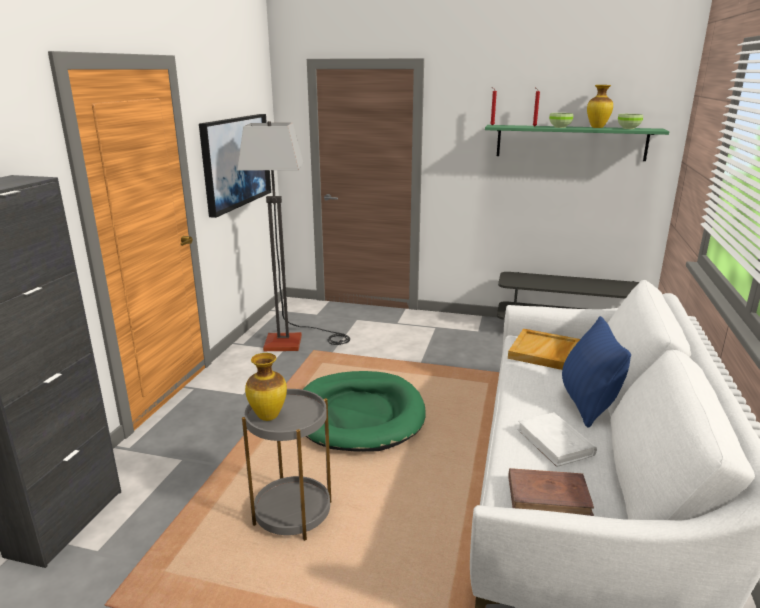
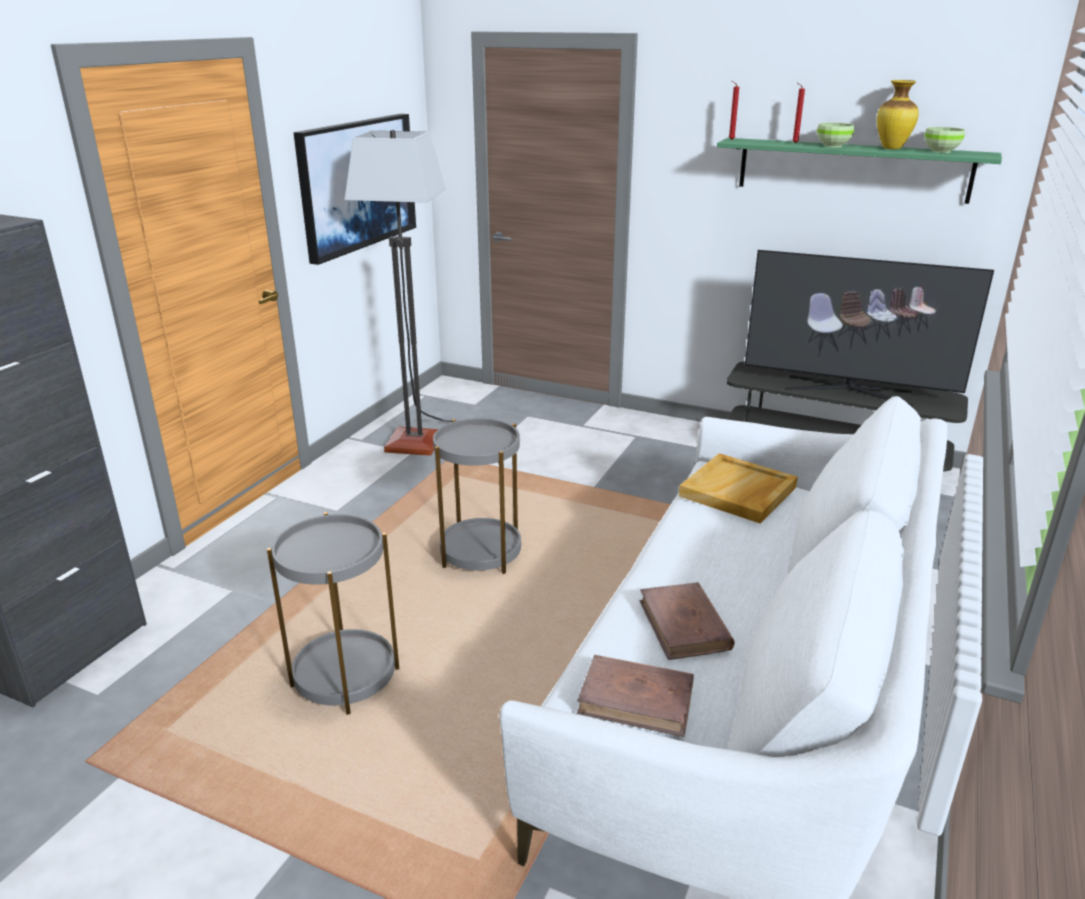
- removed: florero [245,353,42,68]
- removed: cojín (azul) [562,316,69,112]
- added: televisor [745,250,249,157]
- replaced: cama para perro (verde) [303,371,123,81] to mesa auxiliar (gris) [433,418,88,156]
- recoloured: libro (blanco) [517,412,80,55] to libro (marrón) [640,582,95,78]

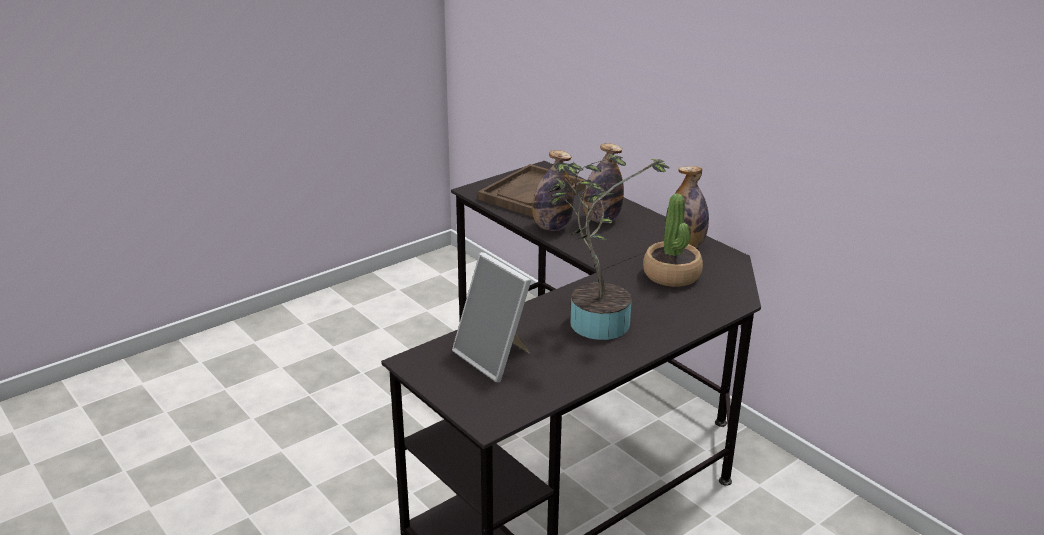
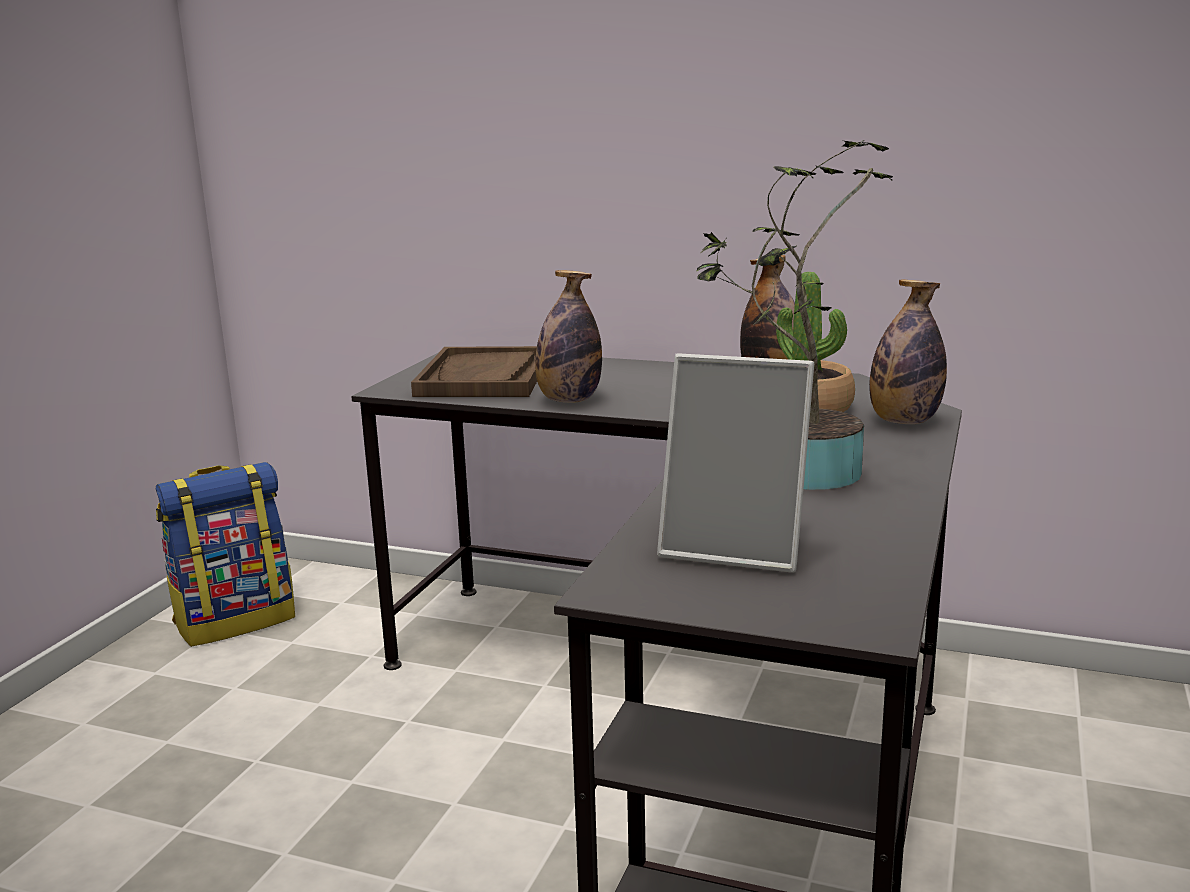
- added: mochila [156,462,139,185]
- moved: botella [583,143,41,80] to [869,279,78,145]

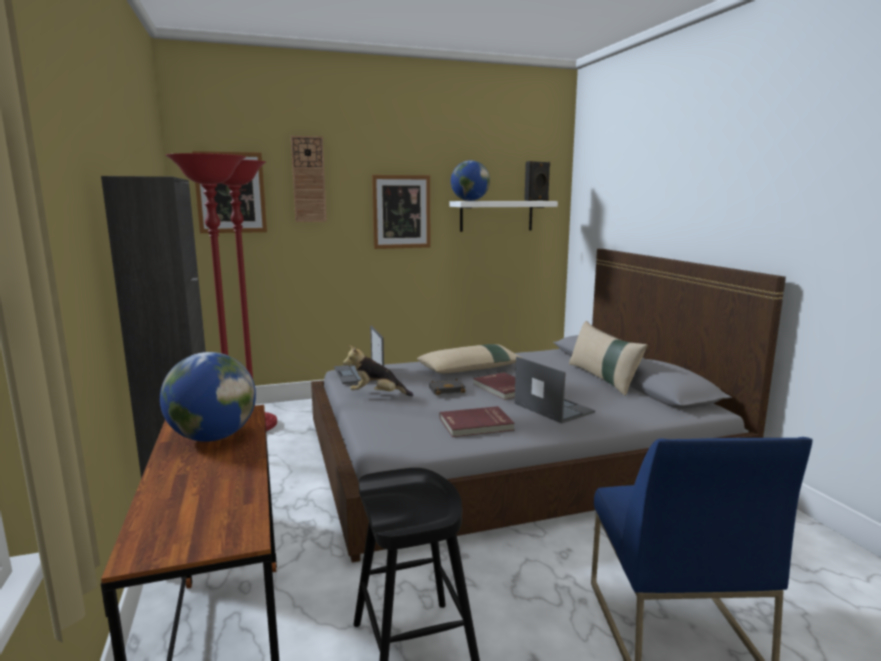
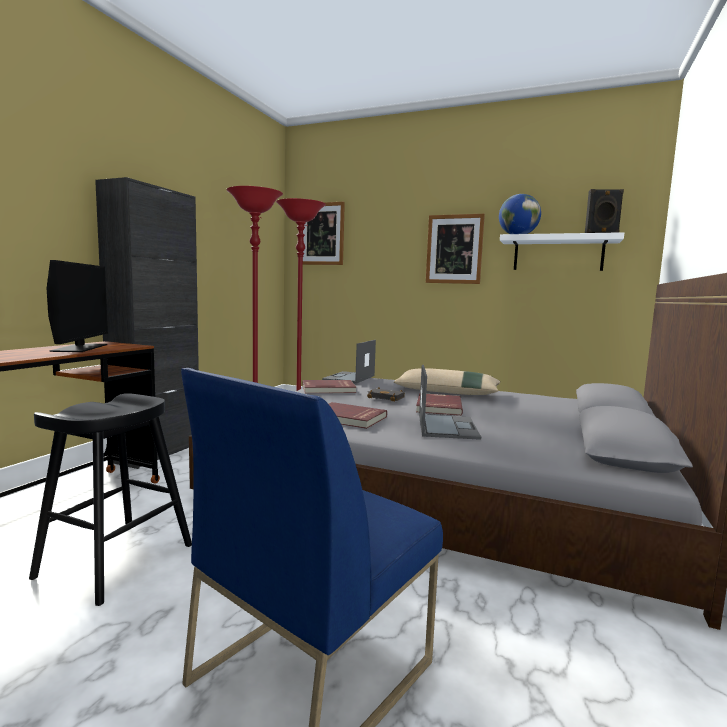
- removed: reloj de pared [291,136,36,86]
- removed: cojín (beis) [569,321,78,75]
- replaced: globo terráqueo [160,352,96,90] to monitor [47,260,61,92]
- replaced: peluche [343,345,70,51] to libro (rojo) [303,380,53,13]

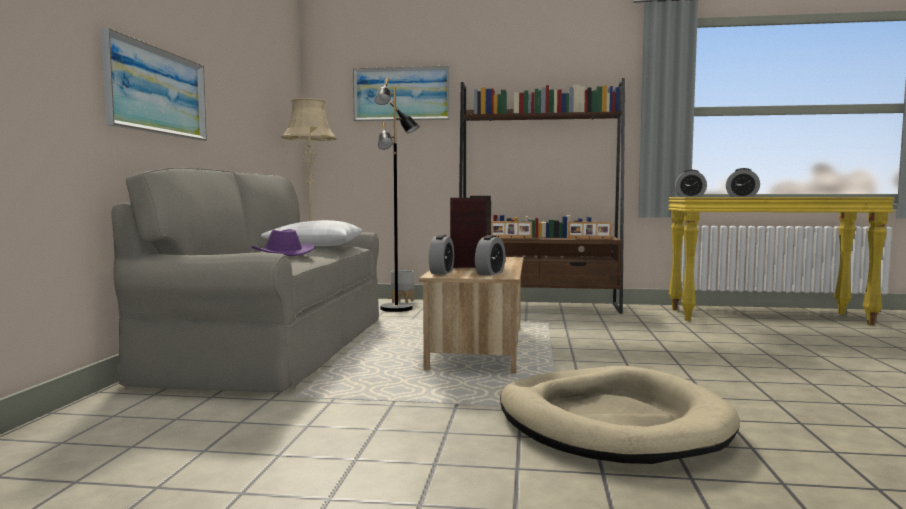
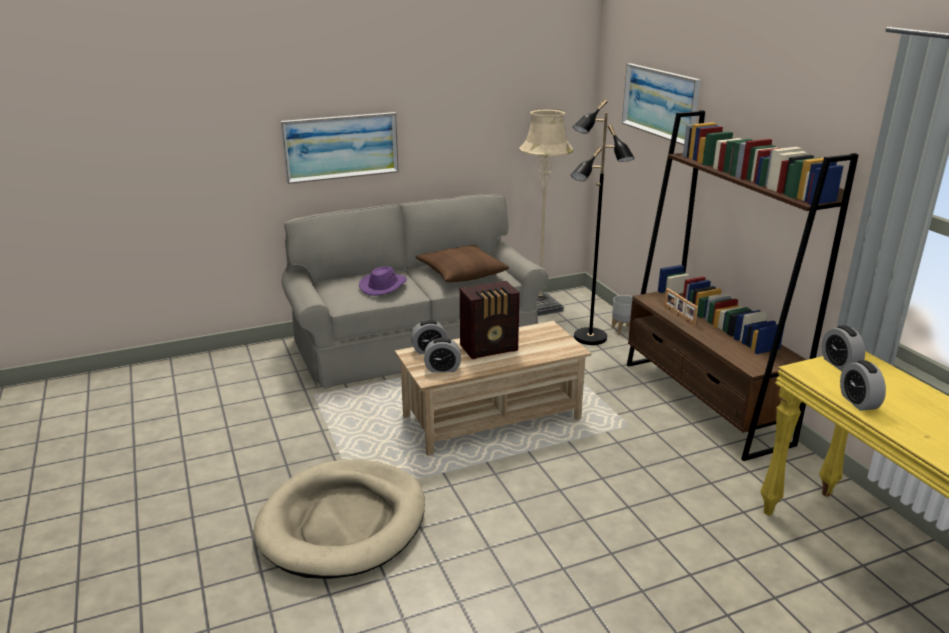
- removed: portarretratos [568,222,44,17]
- recoloured: cojín (blanco) [261,220,101,26] to cojín (marrón) [416,245,93,37]

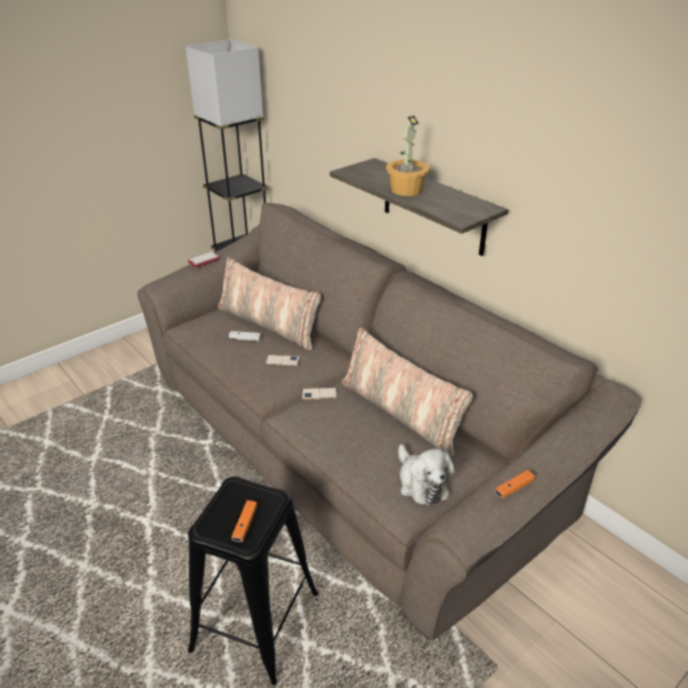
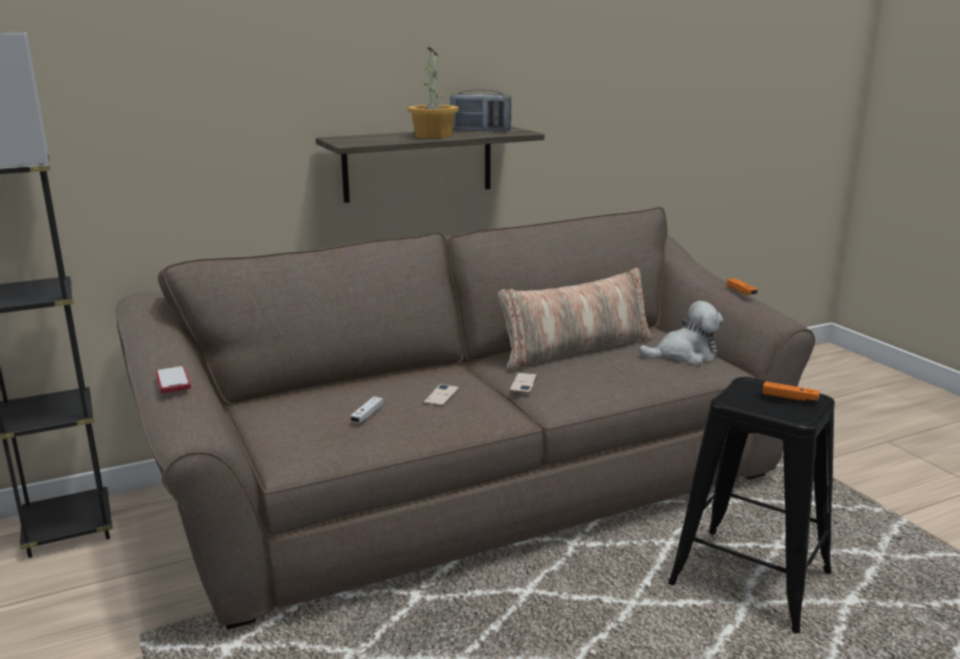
- removed: cojín [218,257,103,93]
- added: radio [450,89,61,43]

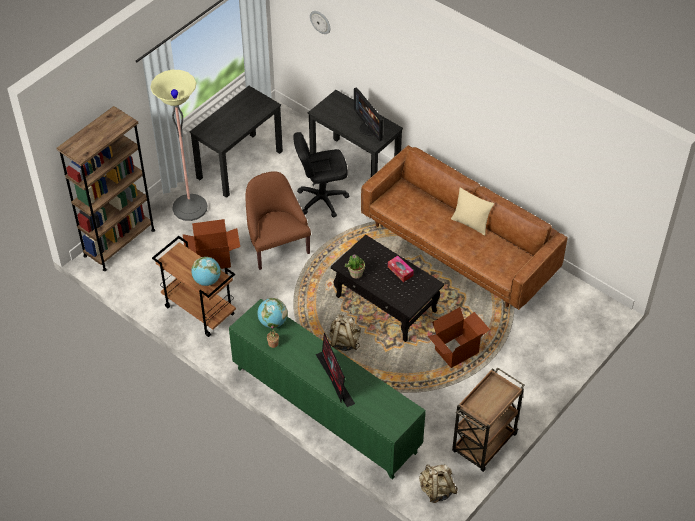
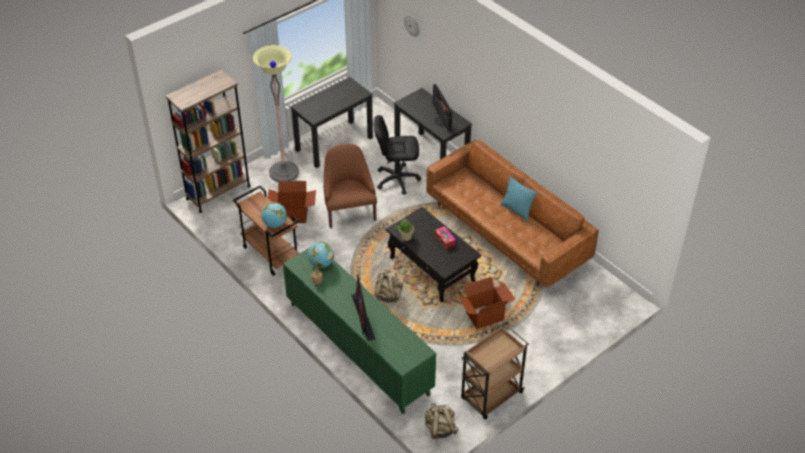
- recoloured: cojín (beis) [451,188,43,47] to cojín (turquesa) [500,176,37,45]

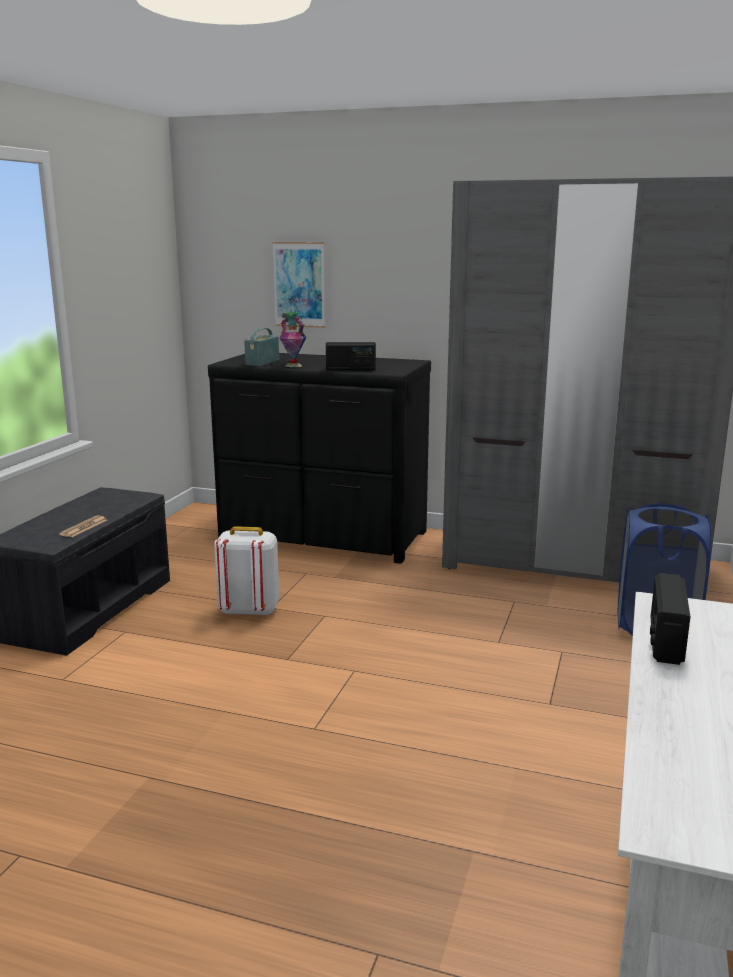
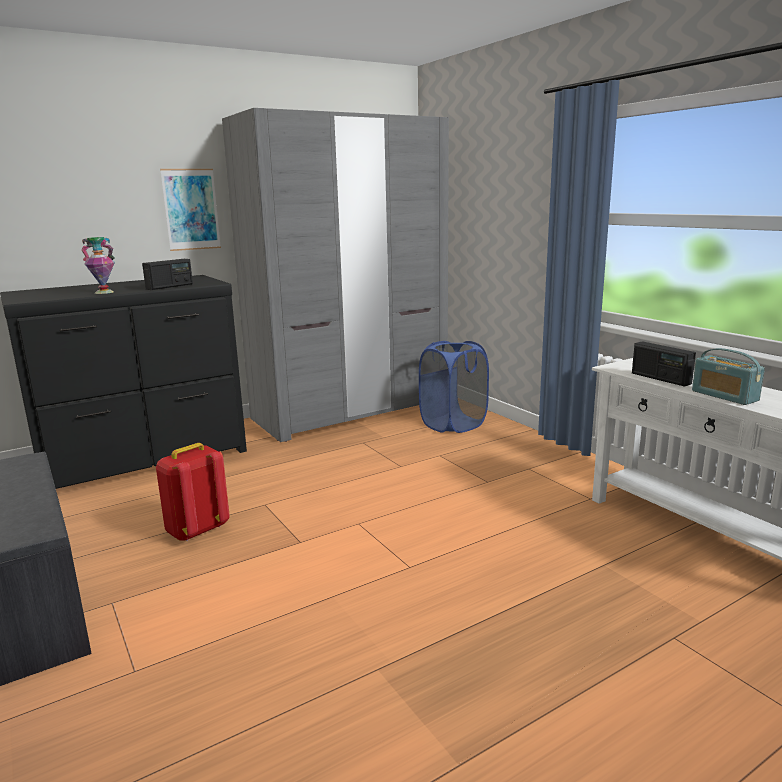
- removed: periódico [59,516,48,21]
- moved: radio [244,328,35,38] to [692,348,73,57]
- moved: cuadro [272,242,53,86] to [160,169,61,82]
- recoloured: mochila (blanco) [214,526,65,90] to mochila (rojo) [156,443,74,98]

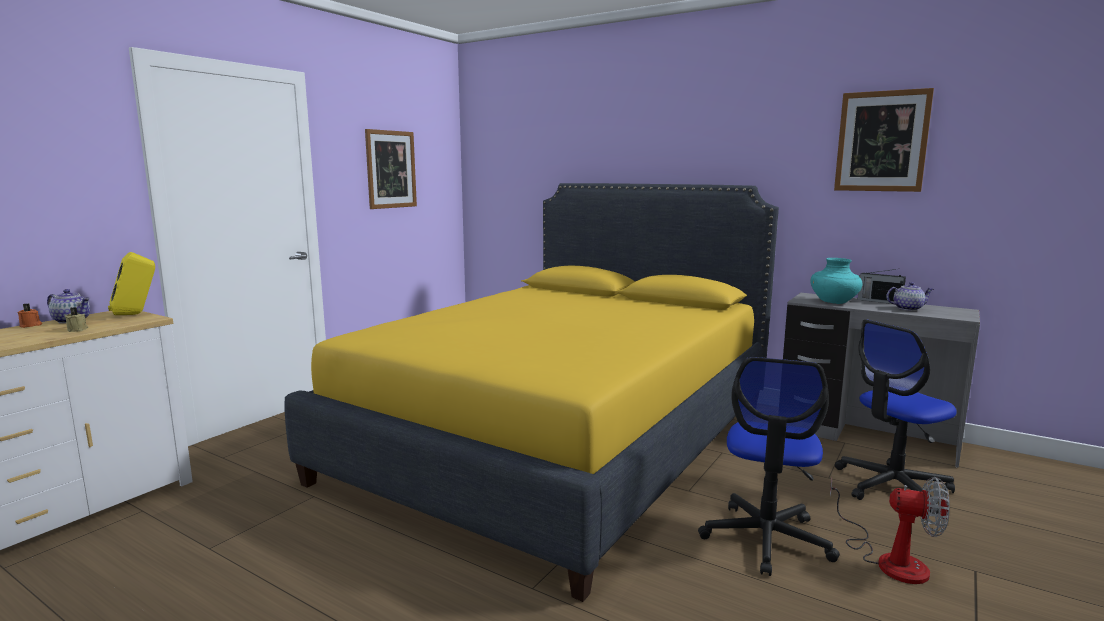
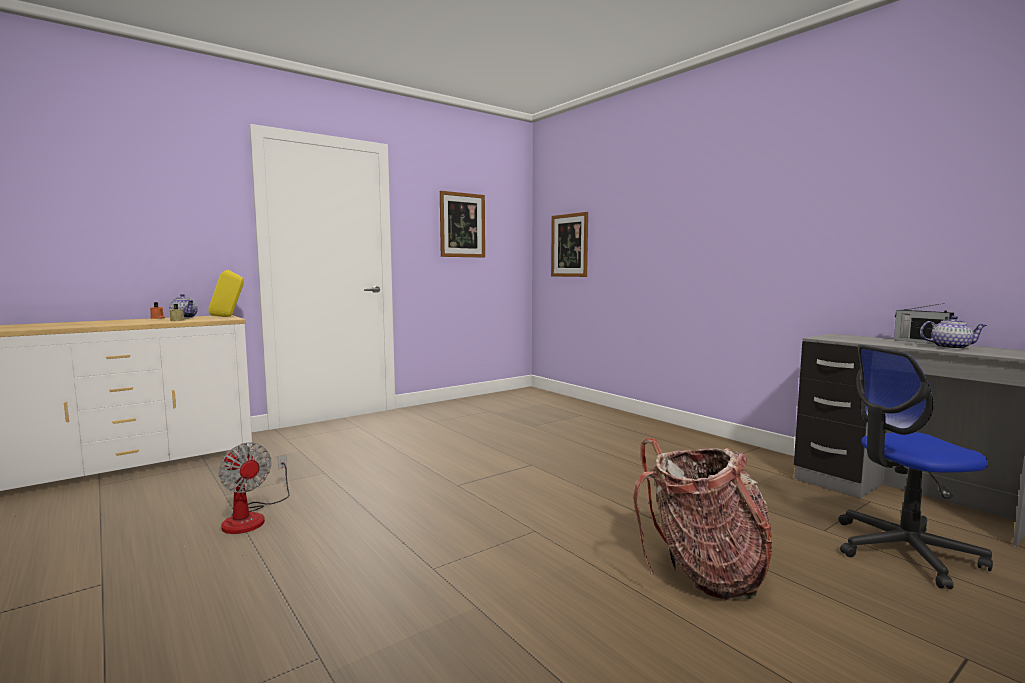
- removed: cama (amarillo) [284,183,495,419]
- removed: florero (turquesa) [810,258,52,46]
- moved: ventilador [830,477,120,107] to [219,443,71,91]
- moved: cuadro [834,88,100,104] to [551,212,37,65]
- replaced: silla de oficina [698,357,142,219] to mochila [633,438,139,163]

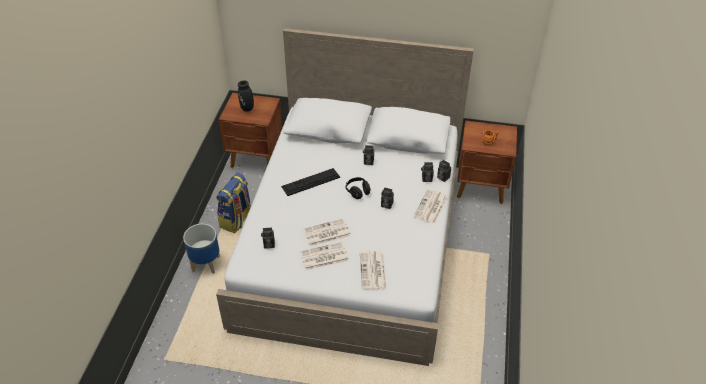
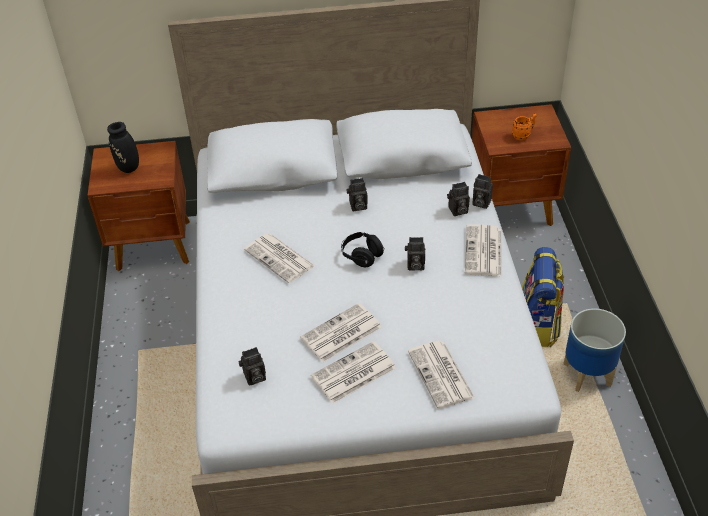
- moved: maceta [183,224,37,50] to [564,308,62,84]
- moved: mochila [216,173,35,60] to [522,247,42,100]
- replaced: teclado [281,168,59,28] to periódico [244,233,71,50]

